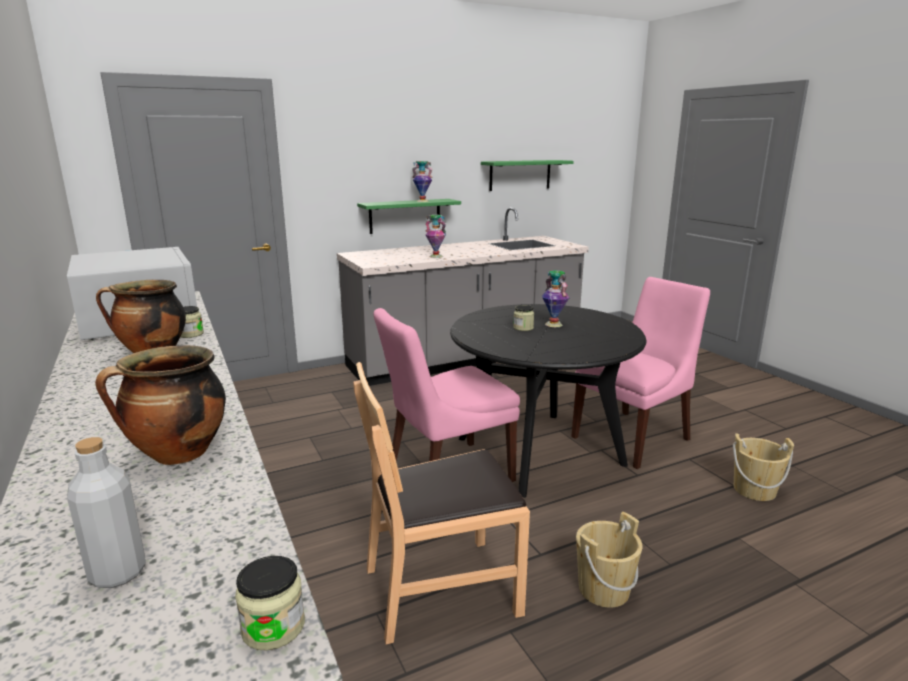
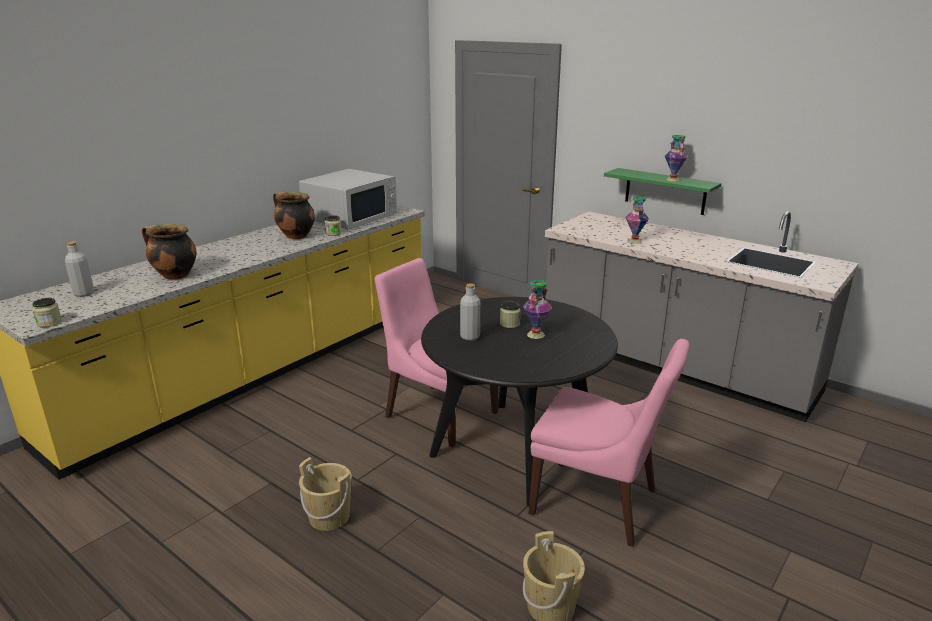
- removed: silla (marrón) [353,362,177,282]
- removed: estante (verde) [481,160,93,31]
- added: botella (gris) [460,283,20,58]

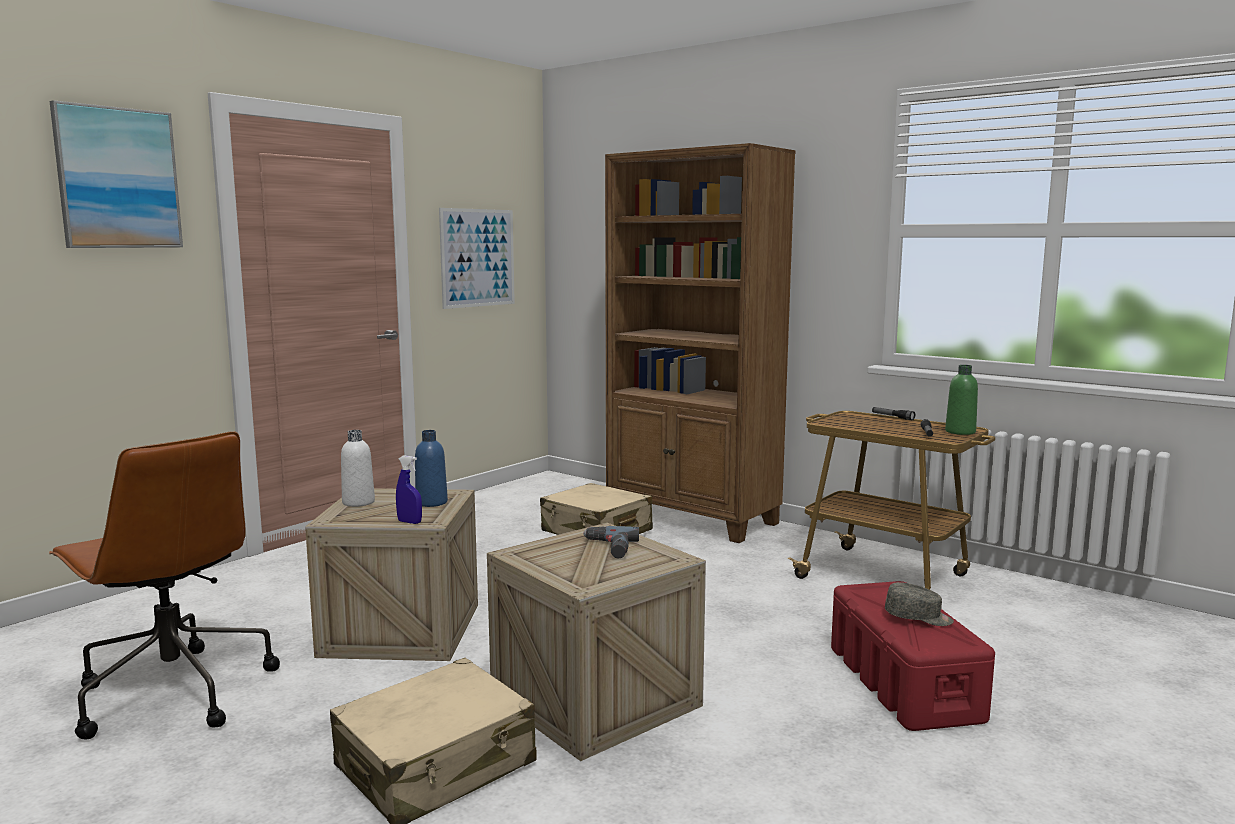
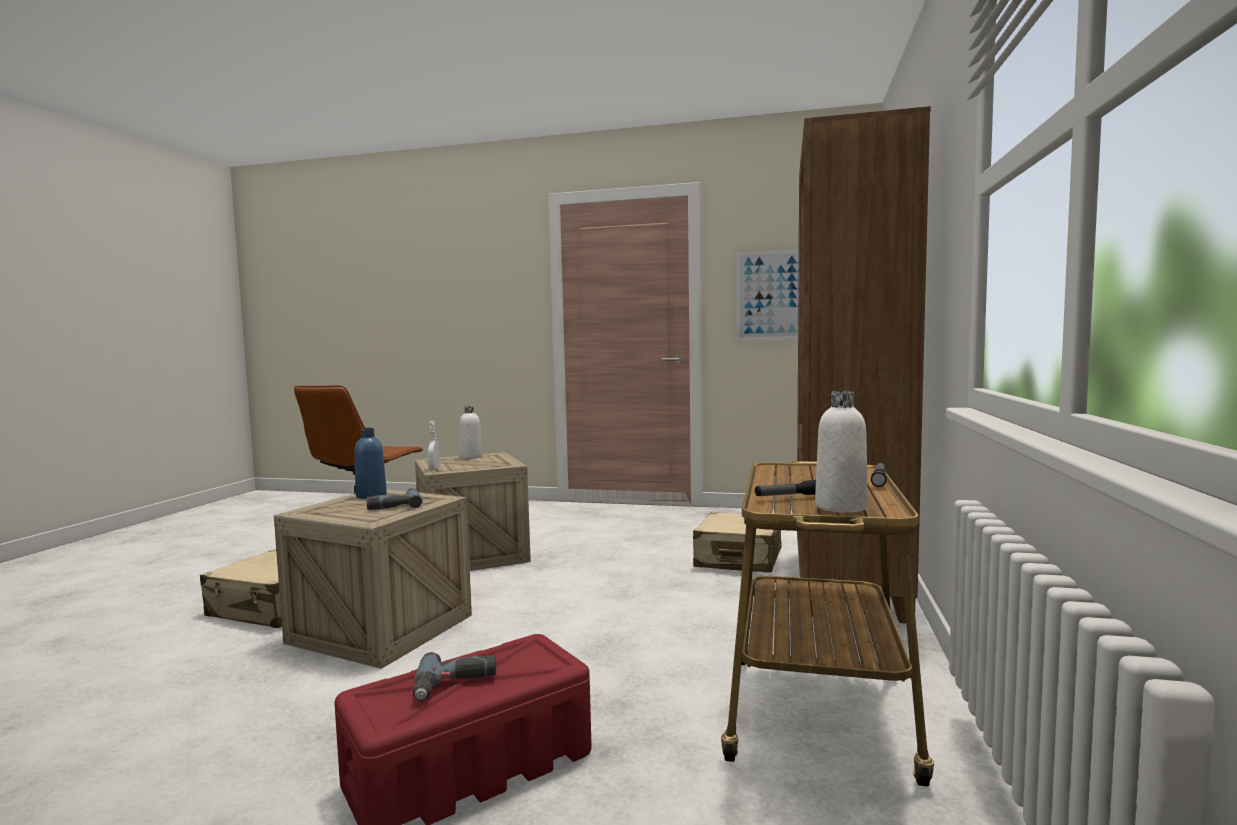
- removed: cuadro [49,100,134,148]
- moved: botella (azul) [415,430,33,77] to [354,428,33,71]
- replaced: gorra (gris) [885,582,69,44] to taladro [413,652,83,49]
- recoloured: pulverizador (azul) [396,455,26,69] to pulverizador (blanco) [428,420,11,50]
- recoloured: botella (verde) [945,365,33,70] to botella (blanco) [815,391,53,122]

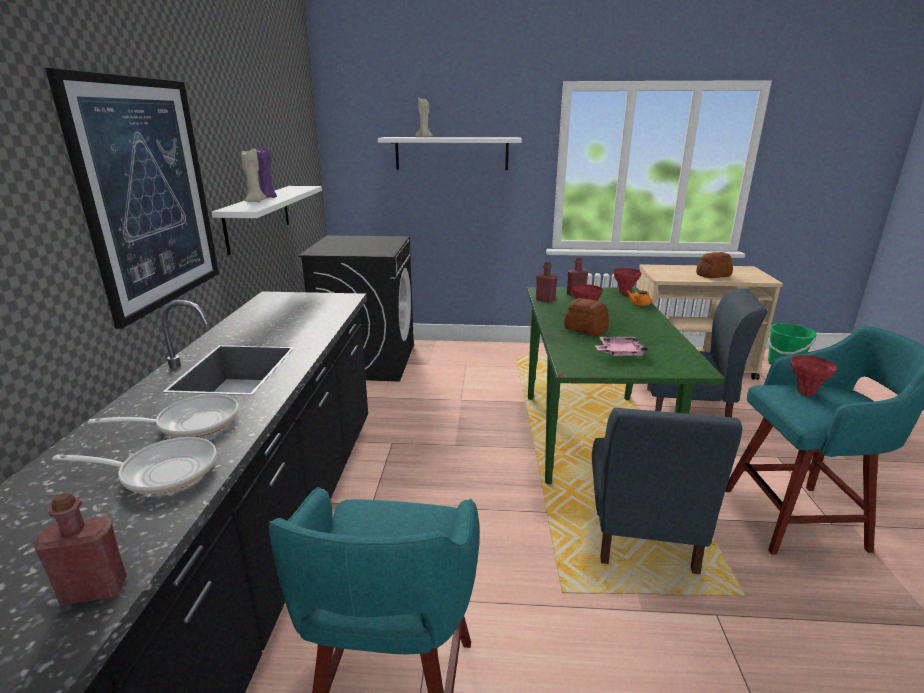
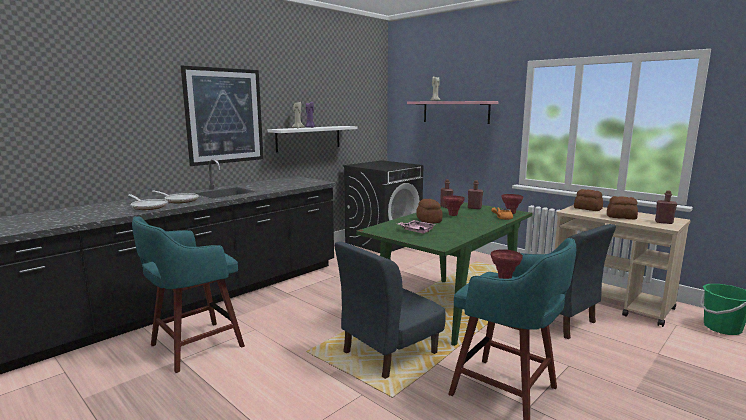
- added: pan [574,189,29,22]
- moved: botella (rojo) [34,493,93,113] to [655,190,22,34]
- recoloured: estante (blanco) [378,137,144,33] to estante (rosa) [407,101,91,23]

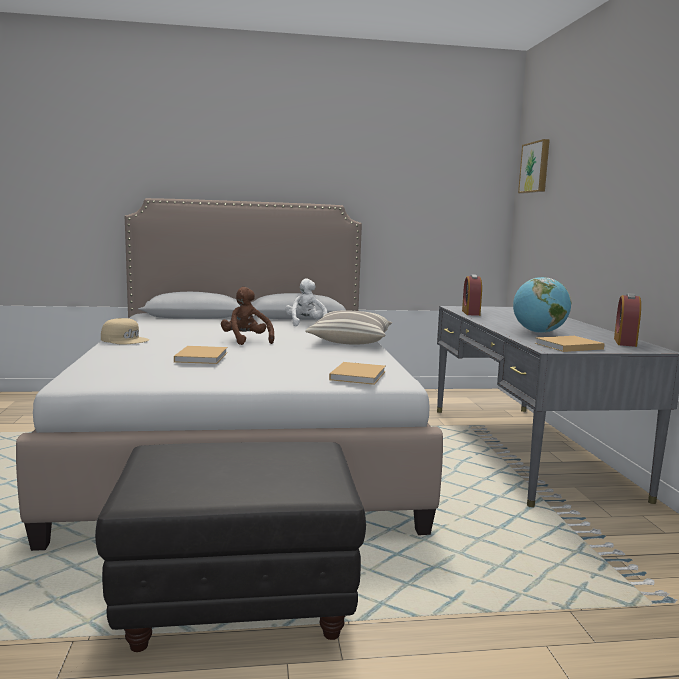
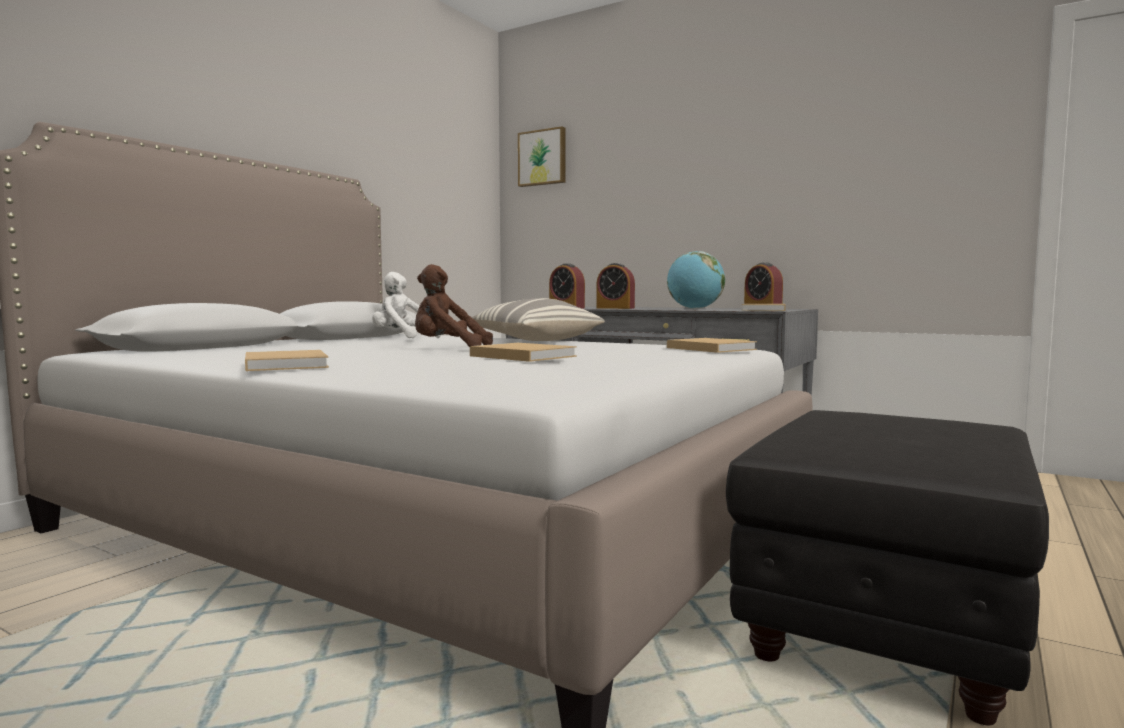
- added: despertador [596,263,39,46]
- replaced: gorra (beis) [101,318,48,26] to libro (beis) [245,350,84,21]

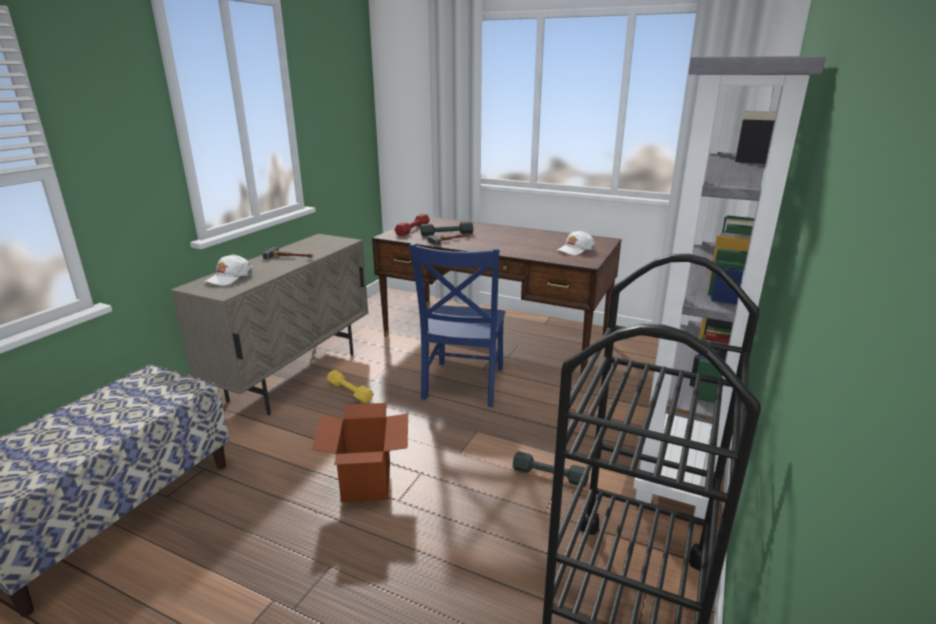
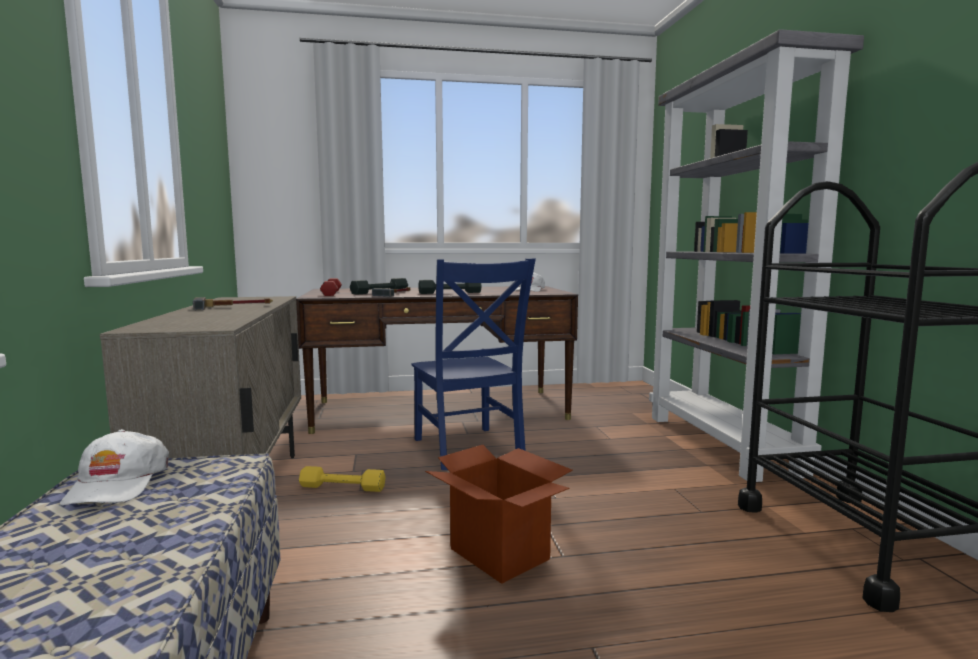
- moved: gorra (blanco) [205,254,48,31] to [60,429,109,76]
- moved: mancuerna (gris) [513,451,76,36] to [418,280,64,14]

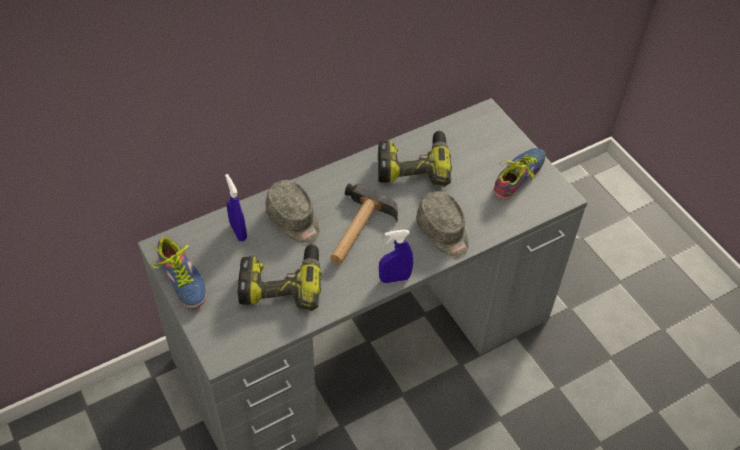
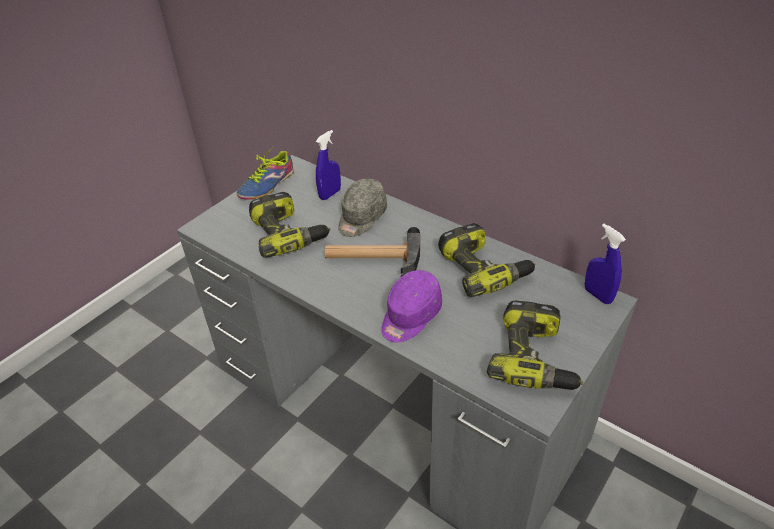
- moved: pulverizador (azul) [379,230,34,53] to [585,224,41,80]
- replaced: zapato [493,148,52,51] to taladro [487,301,96,89]
- recoloured: gorra (gris) [416,191,53,66] to gorra (morado) [381,270,61,72]

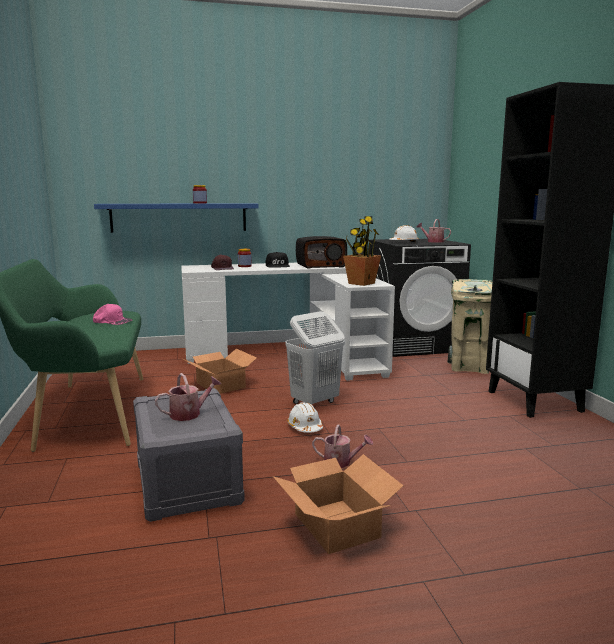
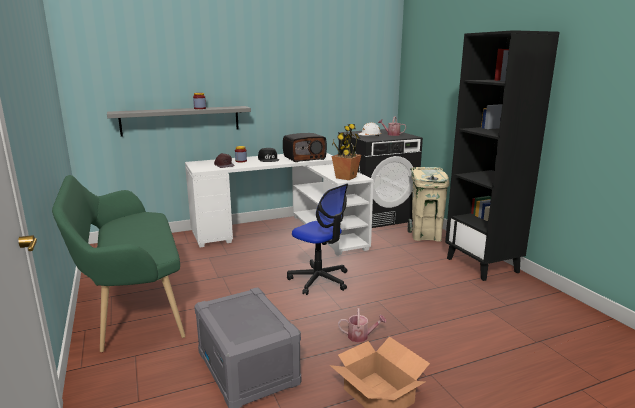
- removed: gorra (rosa) [93,304,39,21]
- removed: regadera [155,373,66,48]
- removed: caja de cartón [183,348,74,46]
- removed: casco (blanco) [287,402,36,31]
- replaced: cesto de la ropa (blanco) [285,311,60,94] to silla de oficina [287,184,61,111]
- recoloured: estante (azul) [94,203,165,30] to estante (gris) [107,106,144,31]

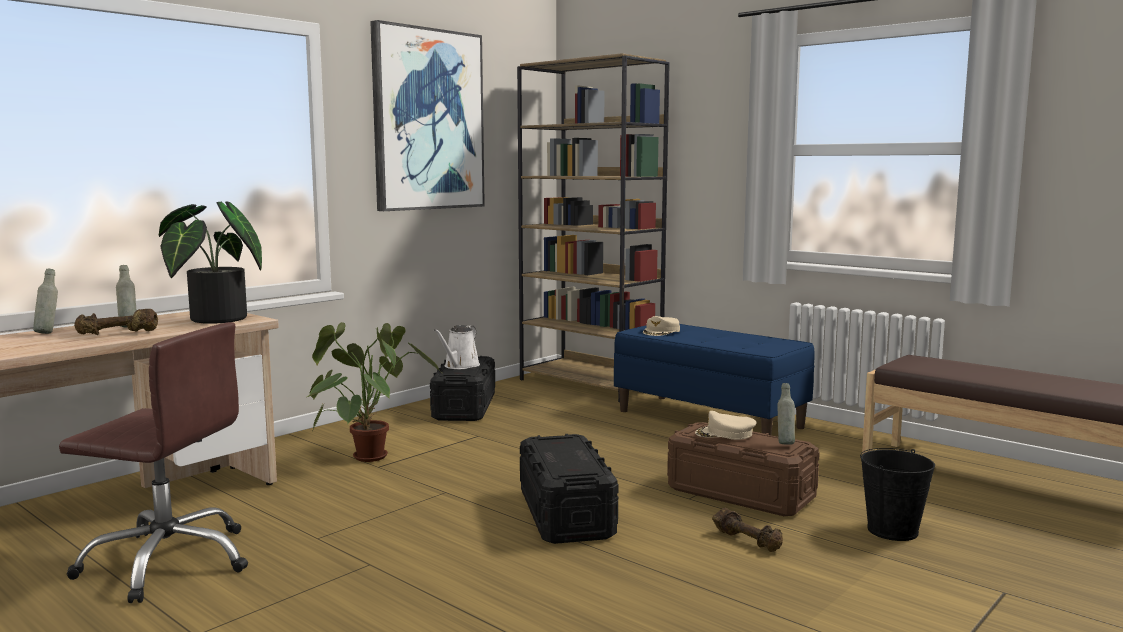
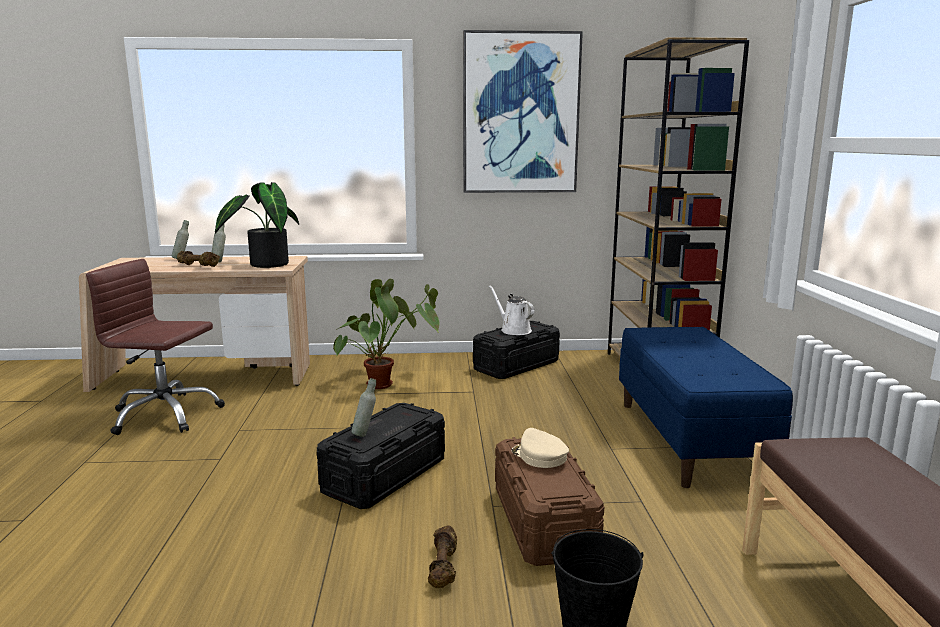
- removed: gorra (beis) [643,316,37,20]
- moved: botella (gris) [778,383,17,62] to [351,378,25,59]
- turned: silla de oficina (marrón) [59,322,189,281] = [86,259,139,176] 135 degrees clockwise
- turned: regadera (blanco) [434,325,46,44] = [489,285,46,50] 75 degrees clockwise

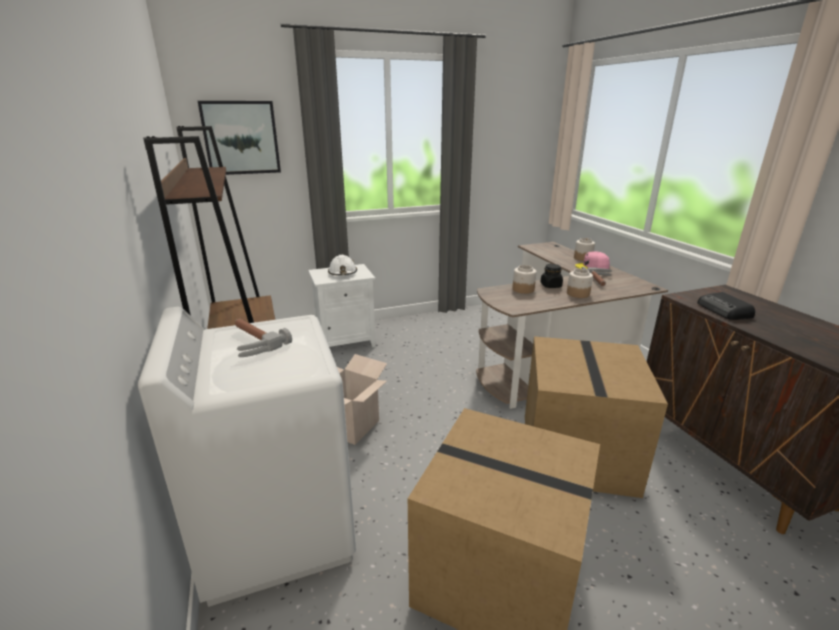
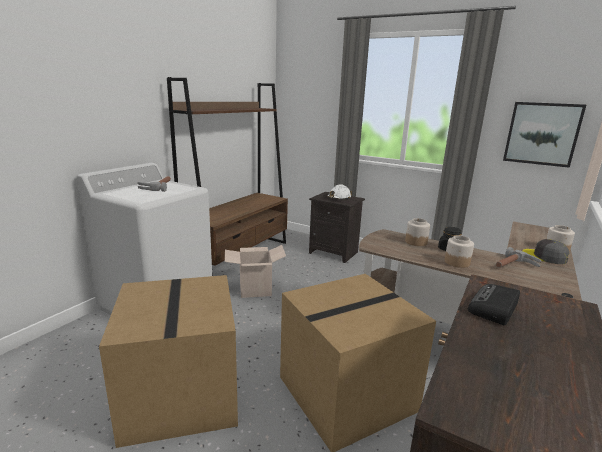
- moved: cuadro [198,101,83,74] to [503,102,83,66]
- recoloured: mesita de noche (blanco) [308,264,68,83] to mesita de noche (negro) [309,192,56,71]
- recoloured: gorra (rosa) [575,251,35,18] to gorra (gris) [522,239,47,25]

